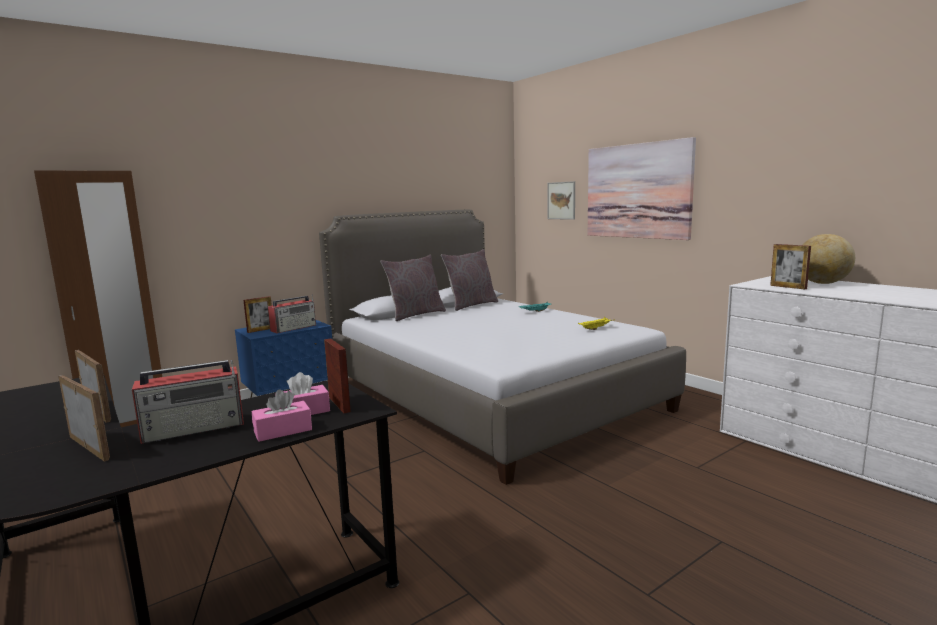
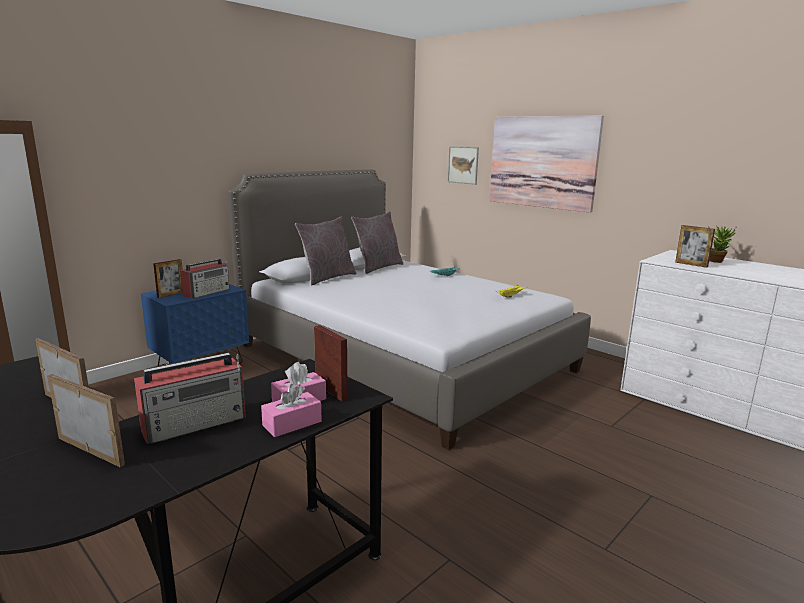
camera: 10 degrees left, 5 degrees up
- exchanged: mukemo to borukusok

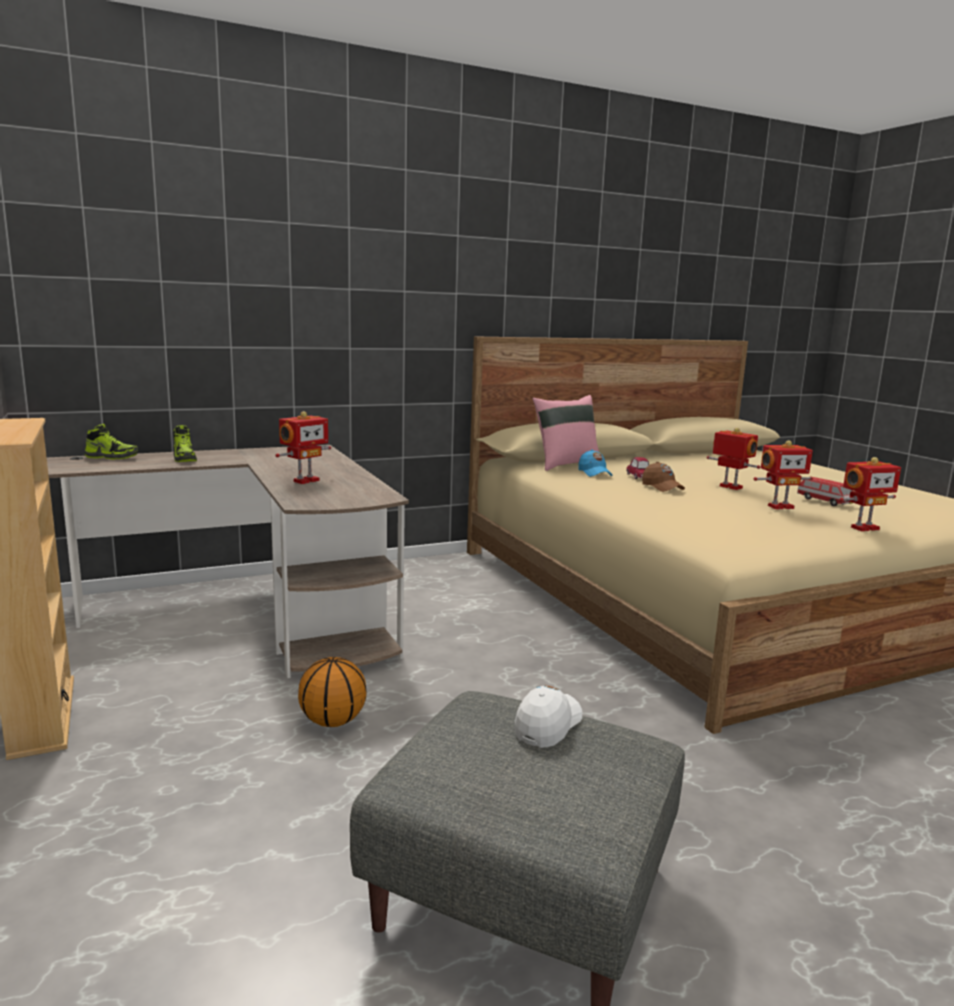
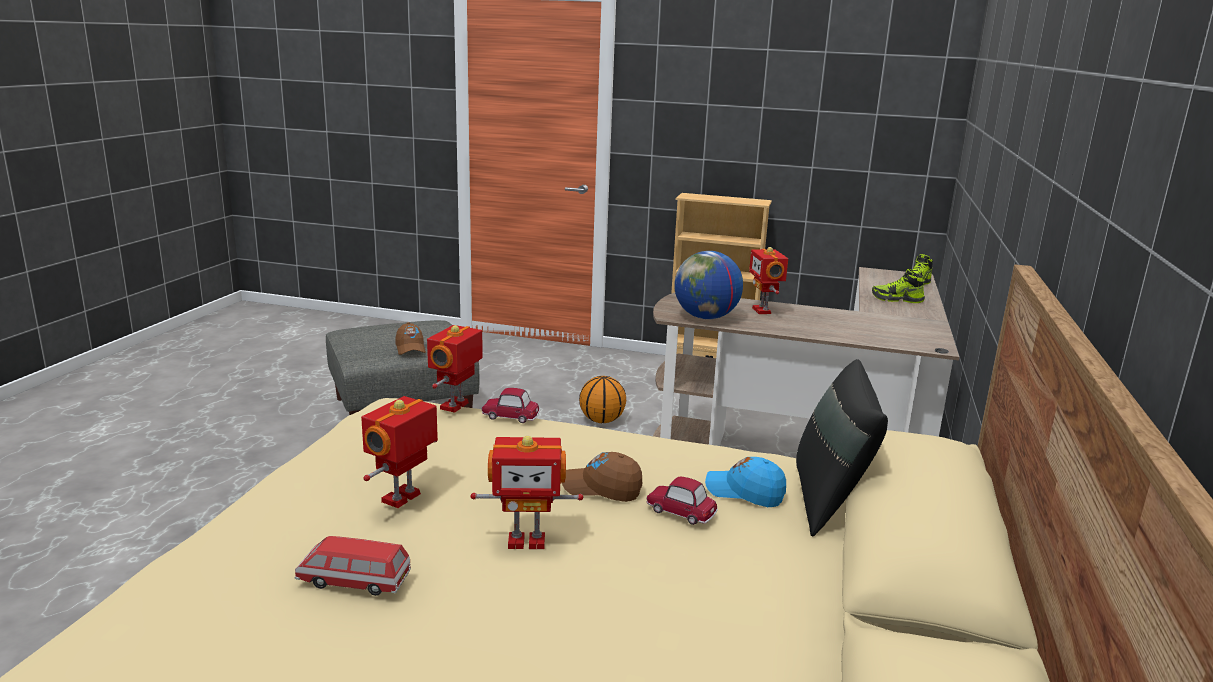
camera: 130 degrees right, 5 degrees up
- appeared: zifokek (no. 2 from left)
- appeared: mukemo
- relocated: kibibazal (no. 4 from left in the first image) to kibibazal (no. 2 from left)
- colour: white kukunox to brown kukunox (no. 1 from left)
- colour: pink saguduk to black saguduk

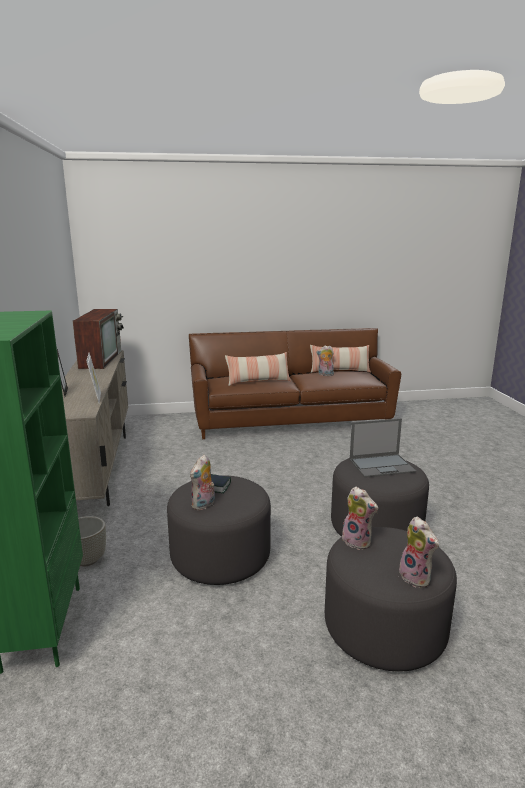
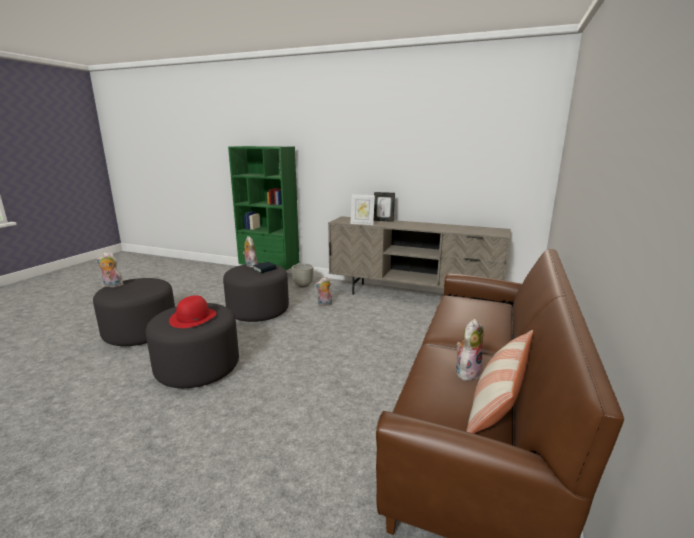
camera: 120 degrees right, 0 degrees up
- missing: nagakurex
- missing: saguduk (no. 1 from left)
- relocated: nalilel (no. 3 from left)
- exchanged: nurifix to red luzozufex

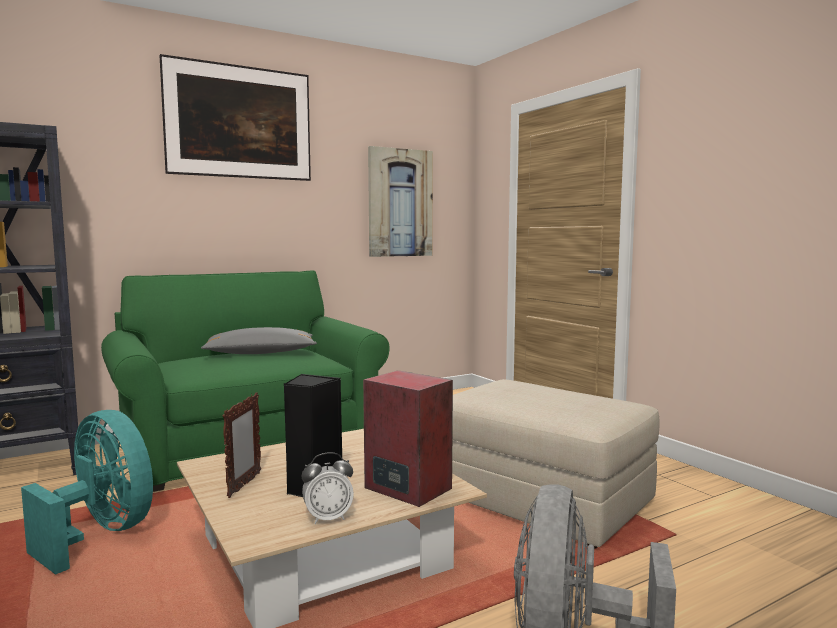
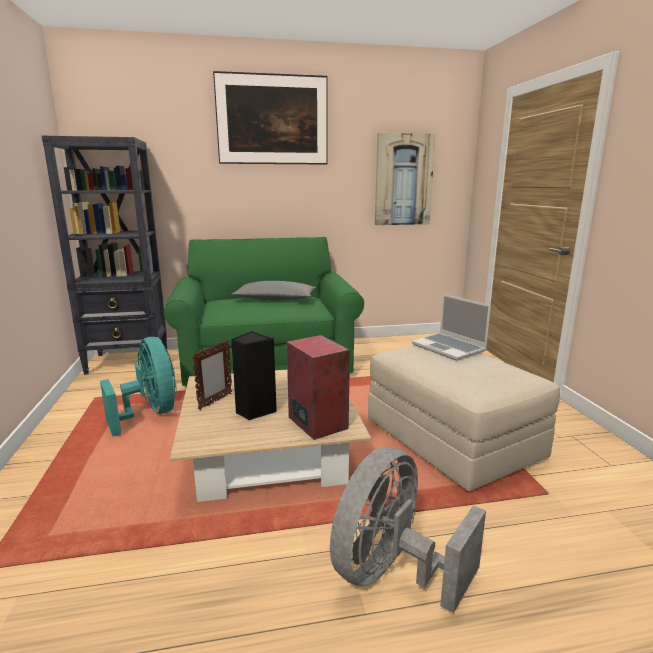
camera: 20 degrees right, 10 degrees up
- missing: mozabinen
- appeared: nurifix

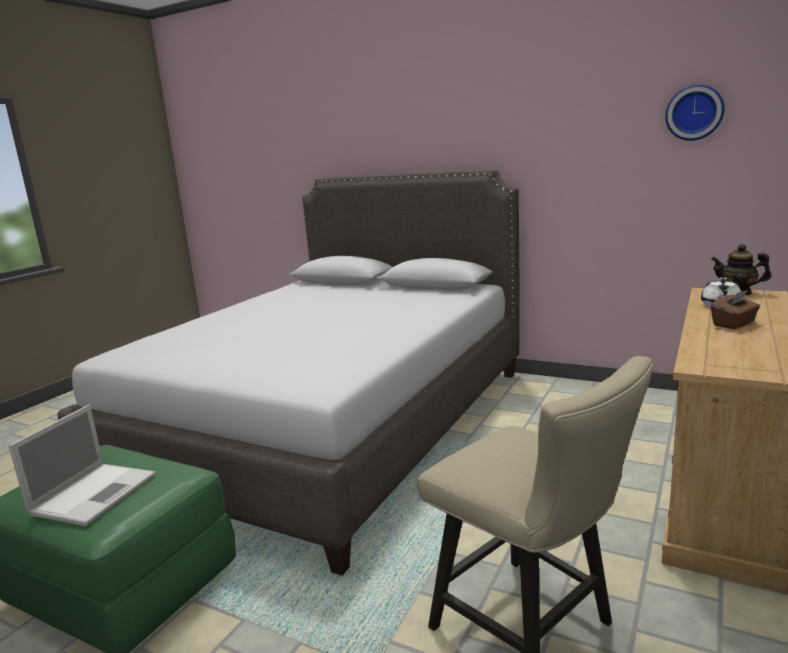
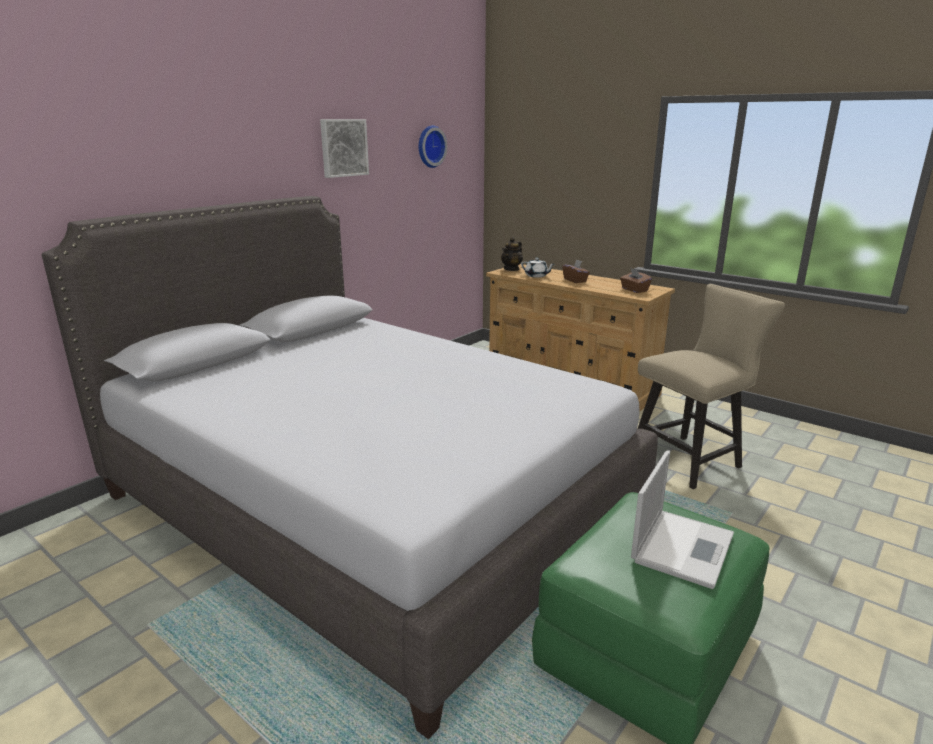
camera: 80 degrees left, 5 degrees up
- appeared: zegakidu
- appeared: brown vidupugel (no. 2 from left)
- spun: nurifix 90 degrees clockwise

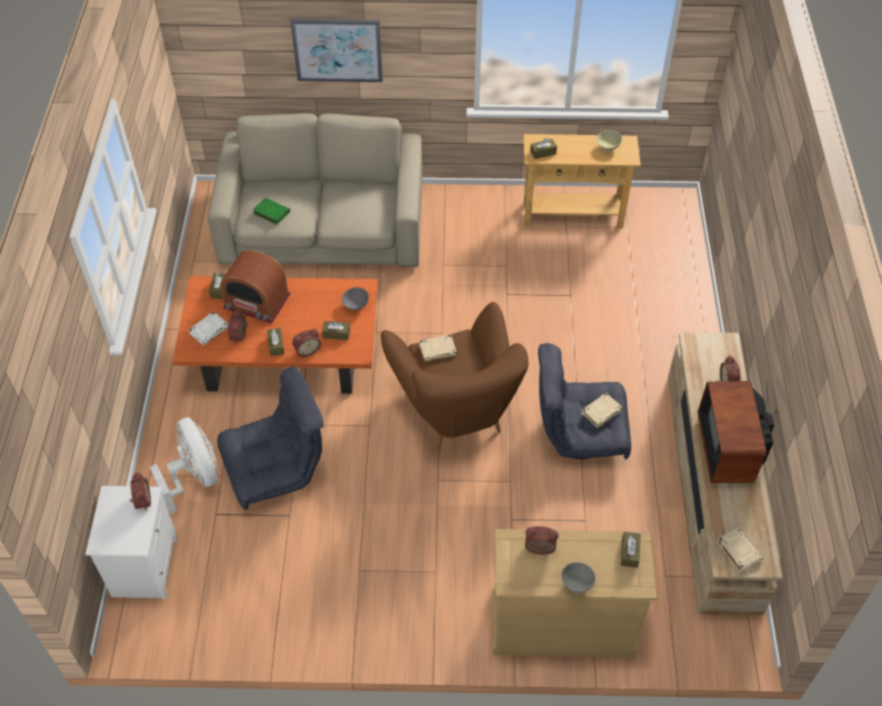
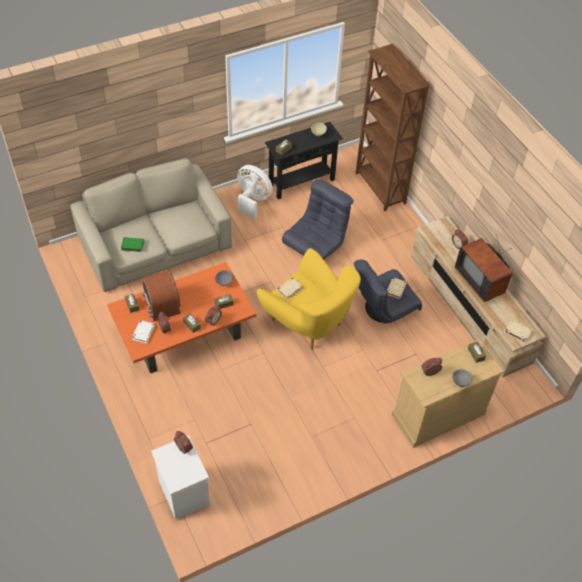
camera: 30 degrees left, 0 degrees up
- missing: zegakidu
- appeared: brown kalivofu
- relocated: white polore
- relocated: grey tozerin (no. 1 from left)
- colour: brown tozerin to yellow tozerin
- colour: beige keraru to black keraru
- spun: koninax 75 degrees clockwise

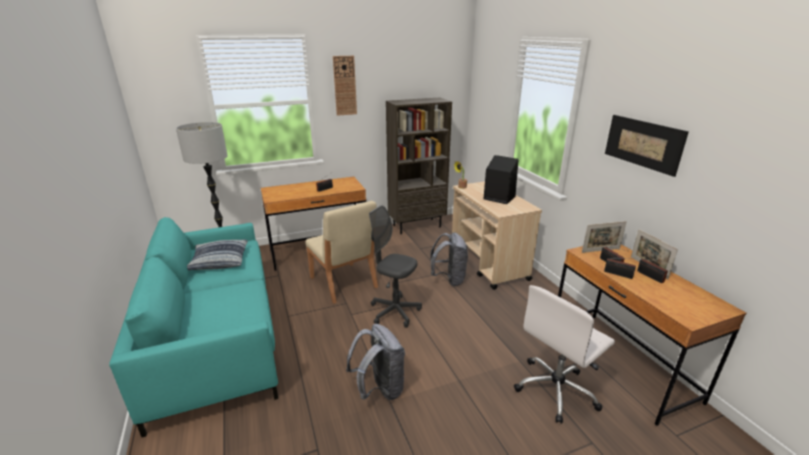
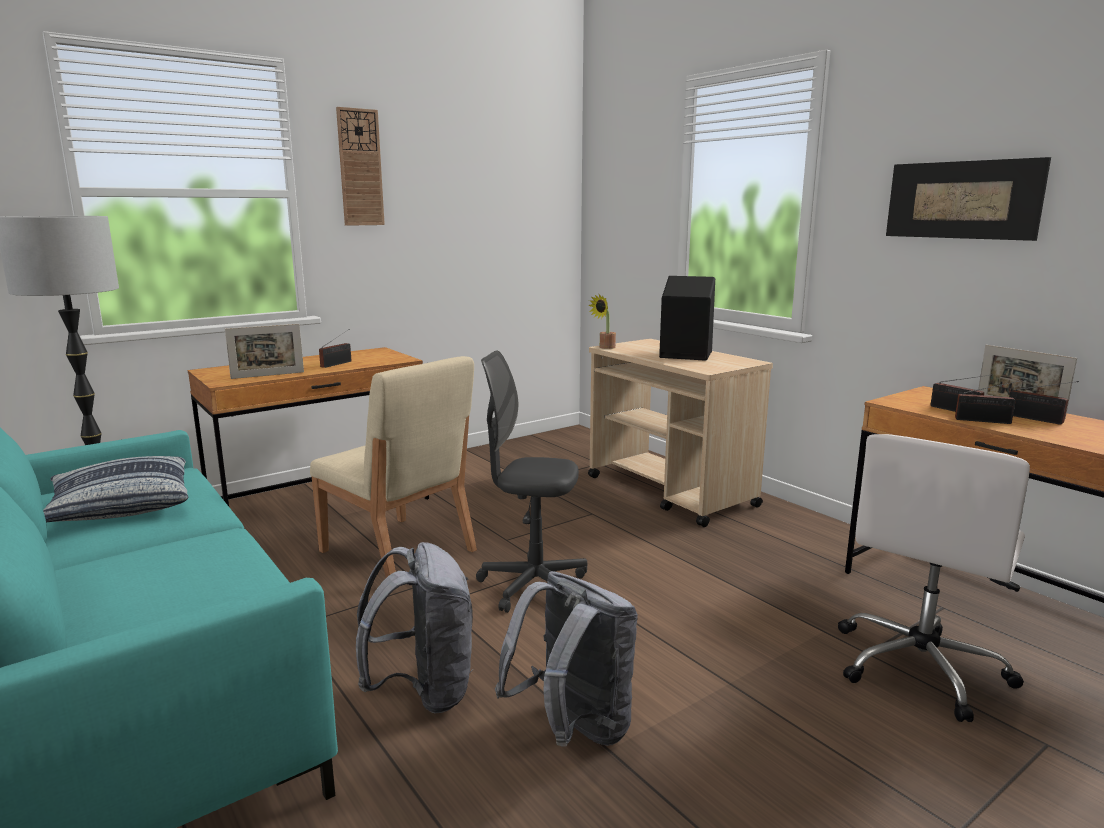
camera: 15 degrees left, 10 degrees down
- missing: brown kalivofu
- relocated: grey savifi (no. 2 from left in the first image) to grey savifi (no. 1 from left)
- relocated: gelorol (no. 1 from left)

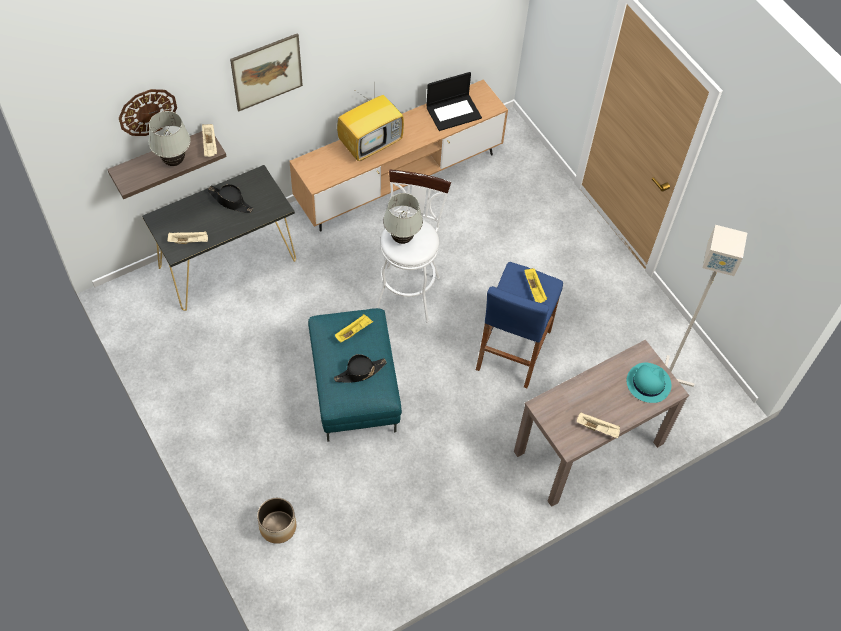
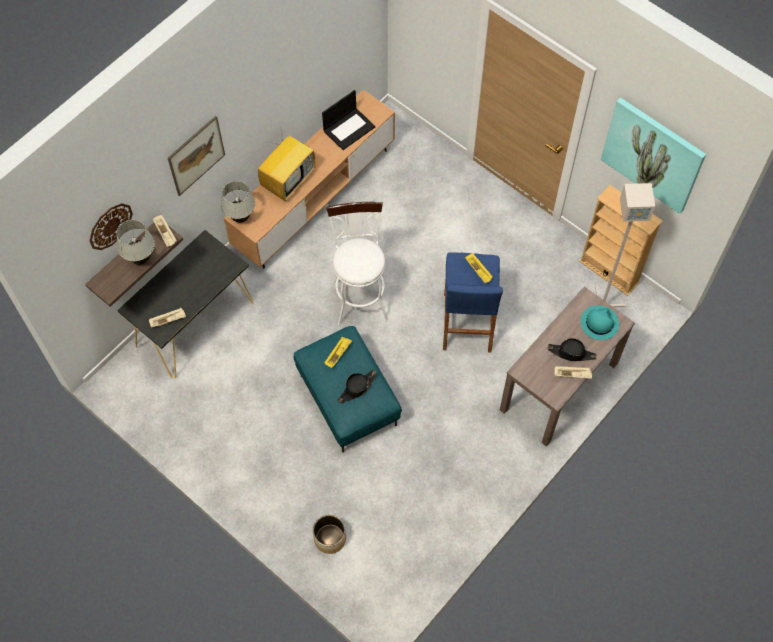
camera: 15 degrees left, 5 degrees up
- appeared: beige kalivofu
- appeared: zegakidu (no. 2 from left)
- relocated: black luzozufex (no. 1 from left in the first image) to black luzozufex (no. 2 from left)
- relocated: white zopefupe (no. 2 from left)

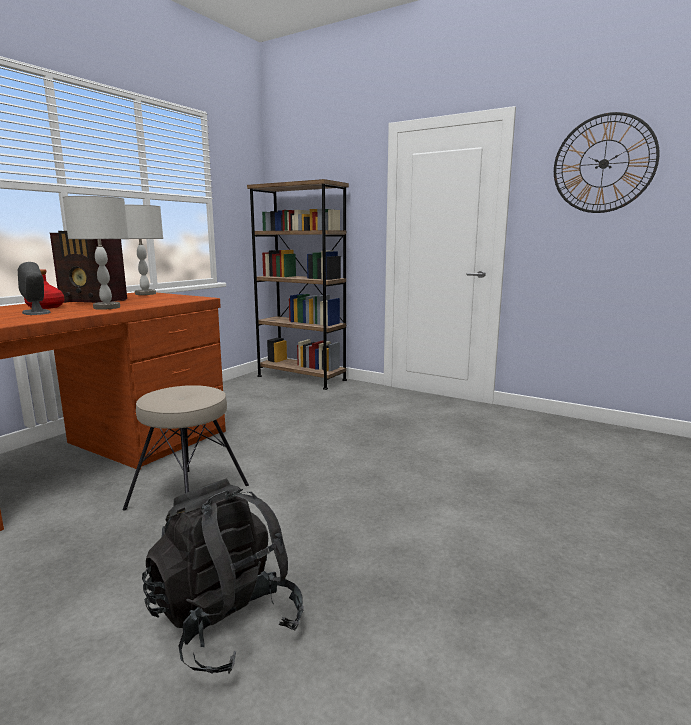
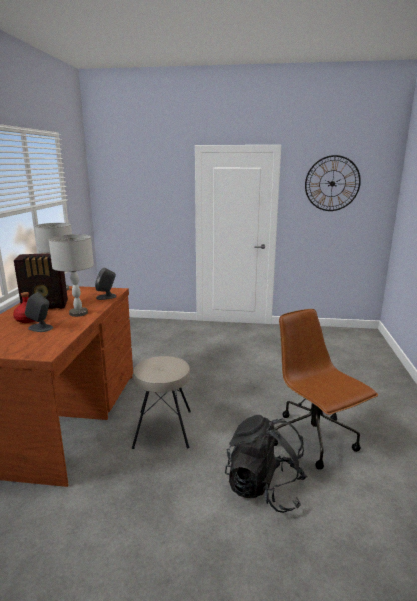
camera: 25 degrees left, 5 degrees up
- missing: brown kalivofu
- appeared: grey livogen (no. 2 from left)
- appeared: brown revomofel

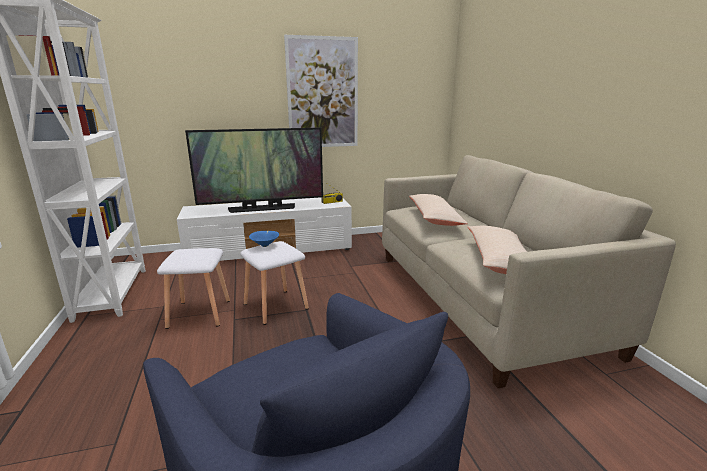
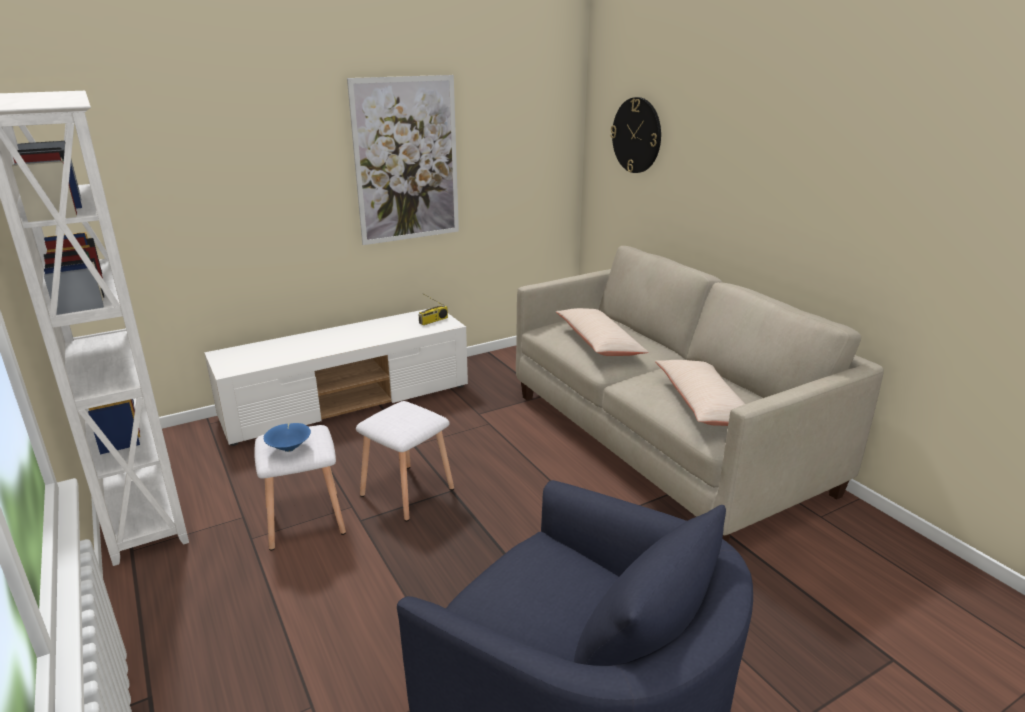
camera: 15 degrees left, 5 degrees up
- missing: nagakurex
- appeared: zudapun
- relocated: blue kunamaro

